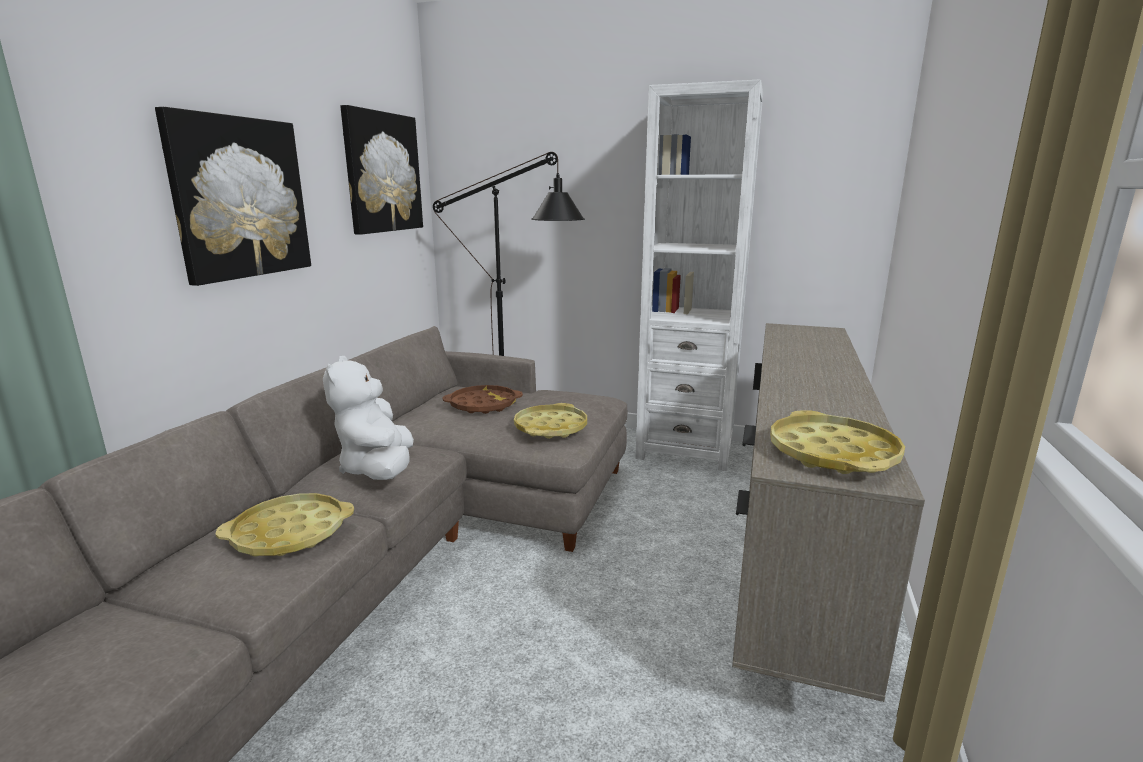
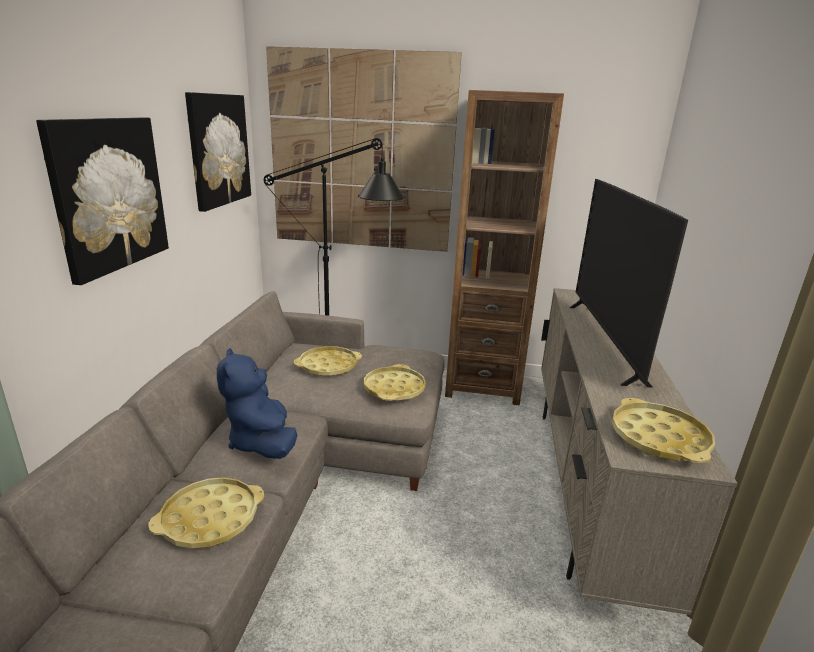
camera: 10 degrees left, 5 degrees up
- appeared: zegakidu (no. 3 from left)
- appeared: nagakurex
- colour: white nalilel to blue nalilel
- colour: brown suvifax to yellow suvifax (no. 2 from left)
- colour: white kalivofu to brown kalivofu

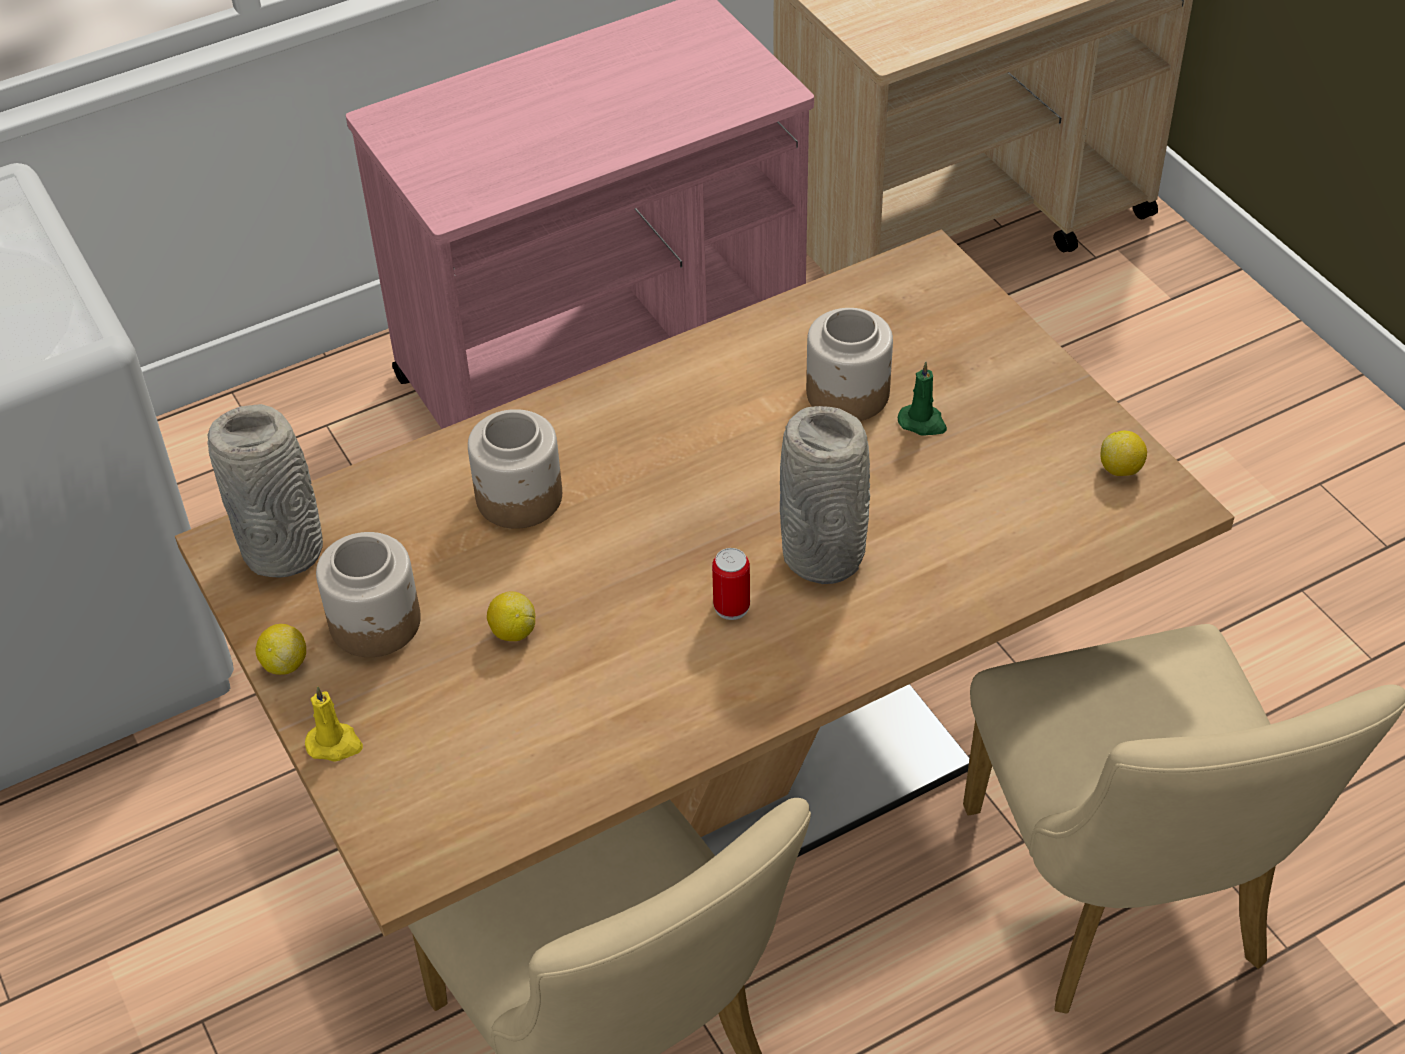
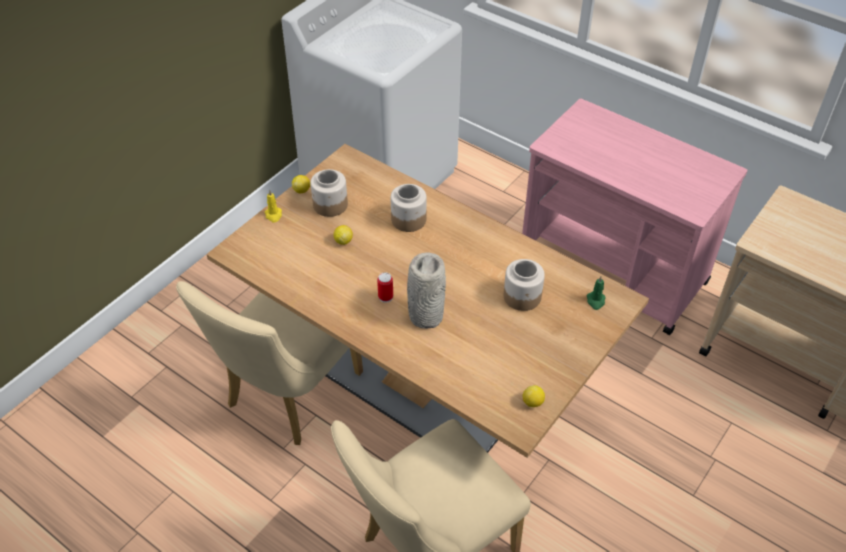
camera: 65 degrees right, 0 degrees up
- missing: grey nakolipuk (no. 1 from left)
- relocated: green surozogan

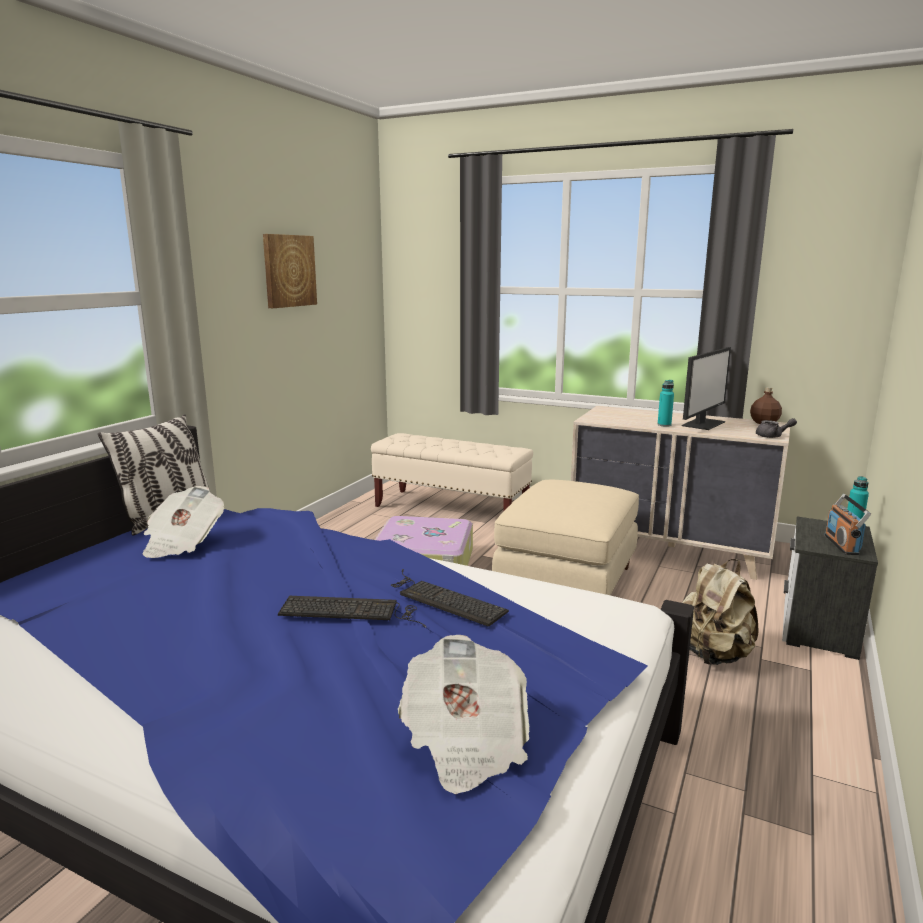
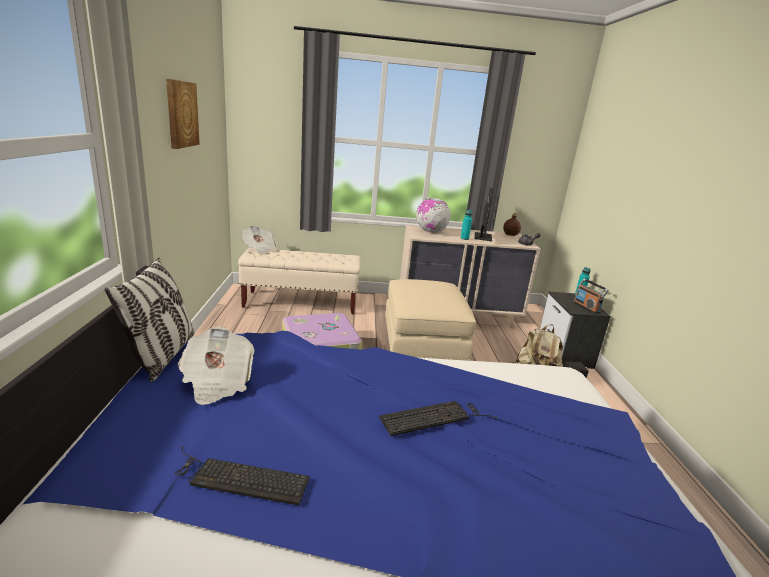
camera: 30 degrees left, 5 degrees up
- appeared: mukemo
- relocated: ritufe (no. 2 from left in the first image) to ritufe (no. 1 from left)
- relocated: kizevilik (no. 2 from left)

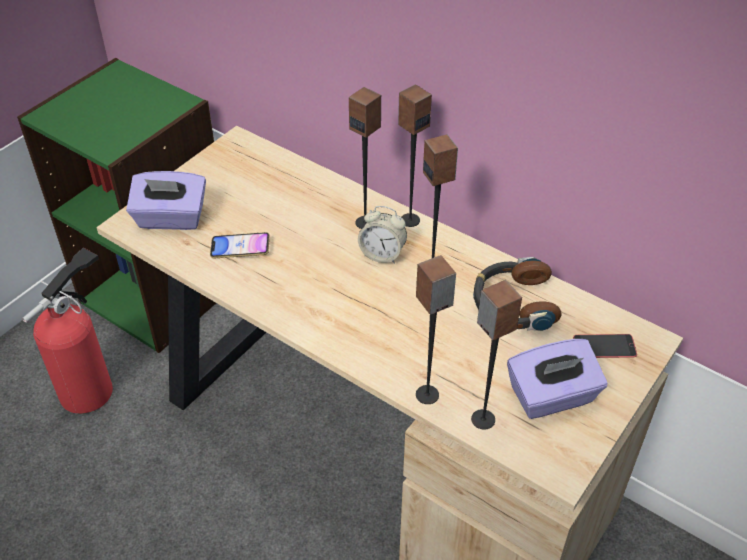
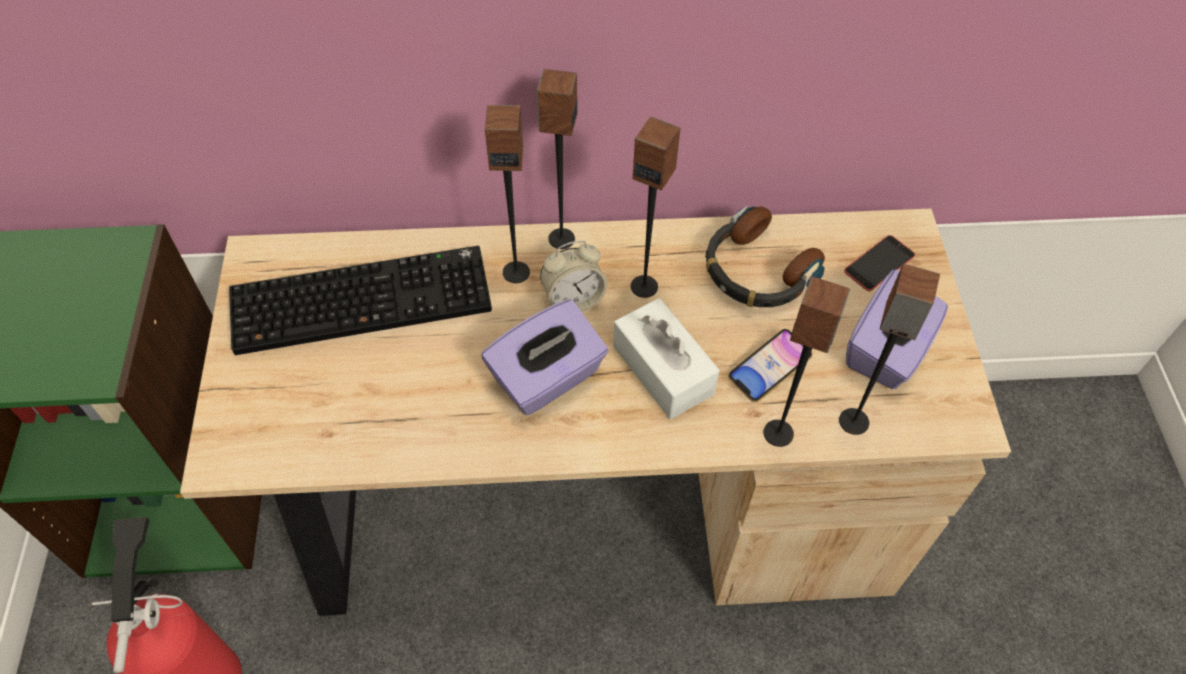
camera: 40 degrees left, 10 degrees up
- appeared: ritufe
- appeared: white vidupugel
- relocated: purple vidupugel (no. 1 from left)
- relocated: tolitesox (no. 1 from left)

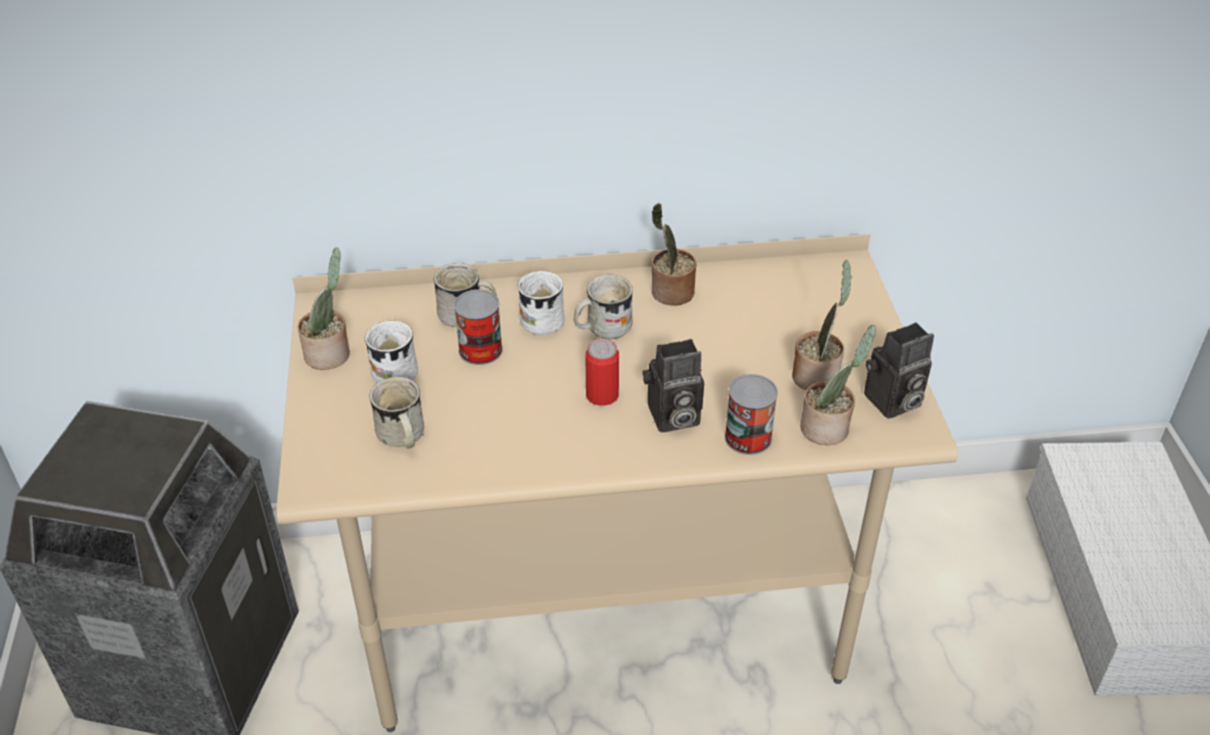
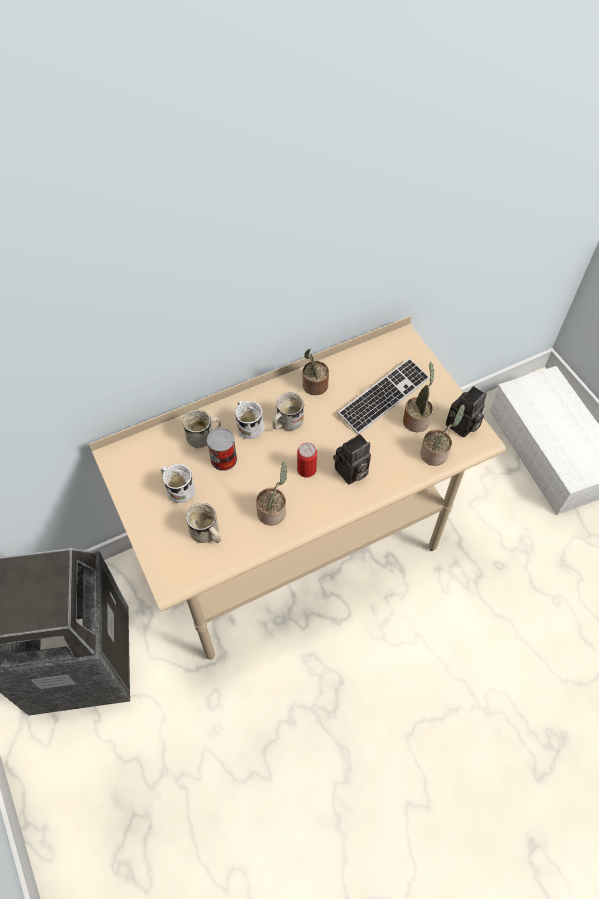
camera: 20 degrees left, 15 degrees up
- missing: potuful (no. 3 from left)
- appeared: ritufe
- relocated: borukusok (no. 1 from left)

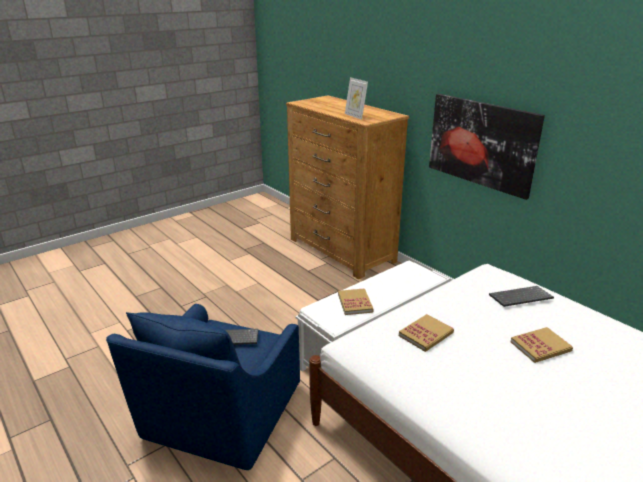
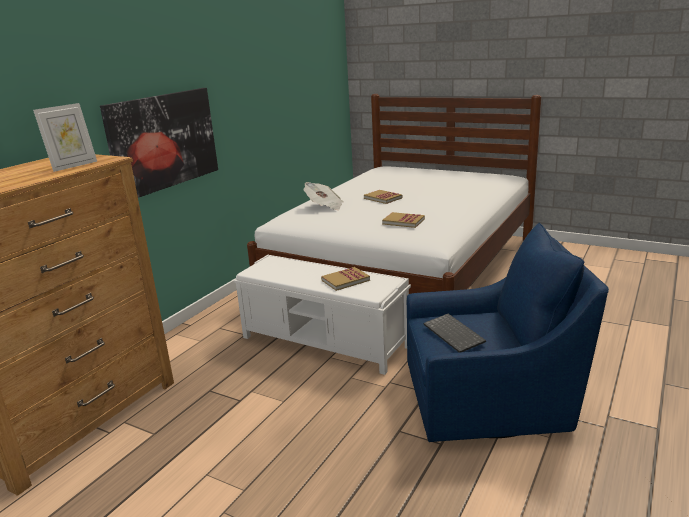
camera: 110 degrees left, 5 degrees down
- exchanged: ritufe (no. 2 from left) to kizevilik

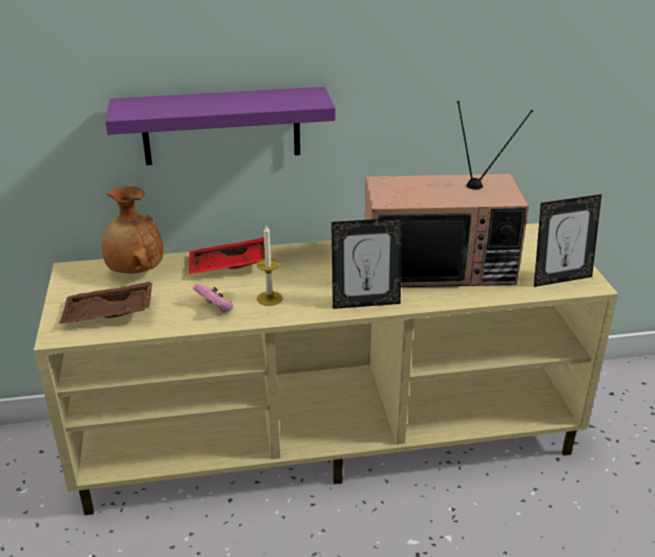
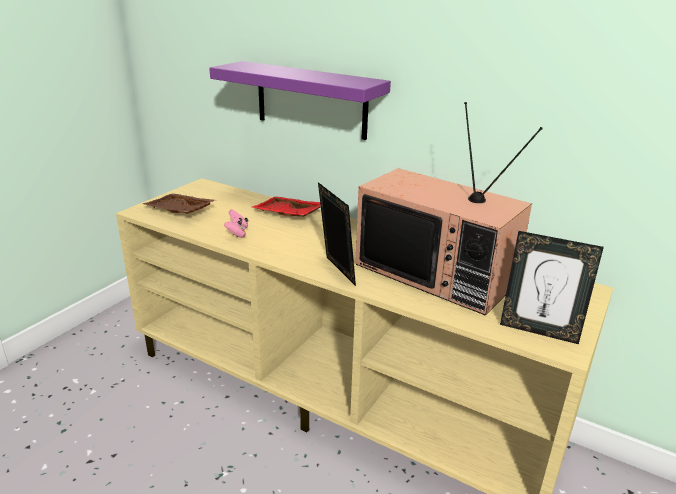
camera: 40 degrees right, 5 degrees down
- missing: brown nakolipuk
- missing: surozogan
- spun: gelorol (no. 1 from left) 150 degrees counterclockwise

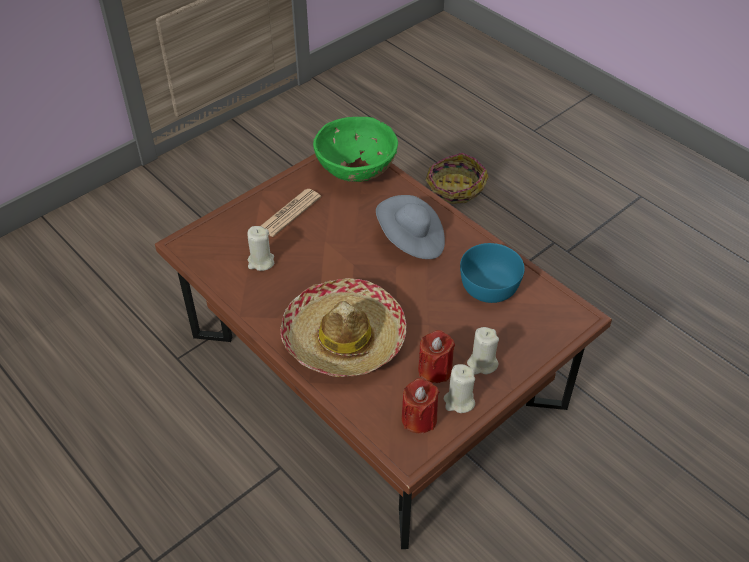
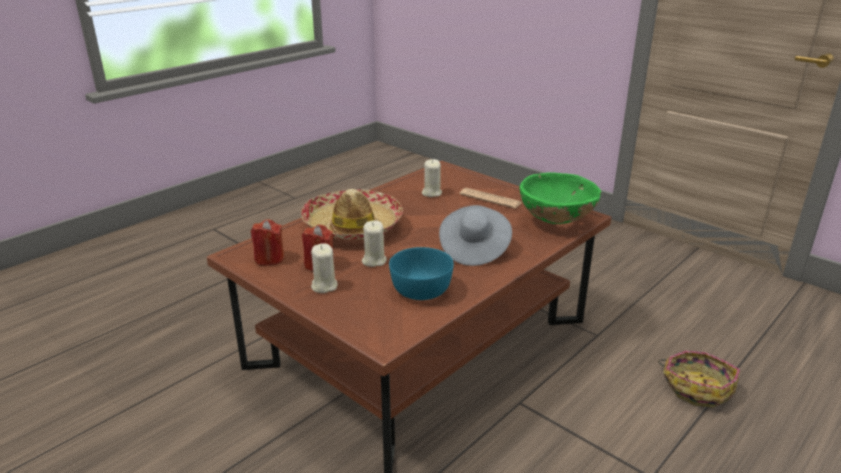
camera: 85 degrees right, 20 degrees down
- relocated: beige surozogan (no. 2 from left)

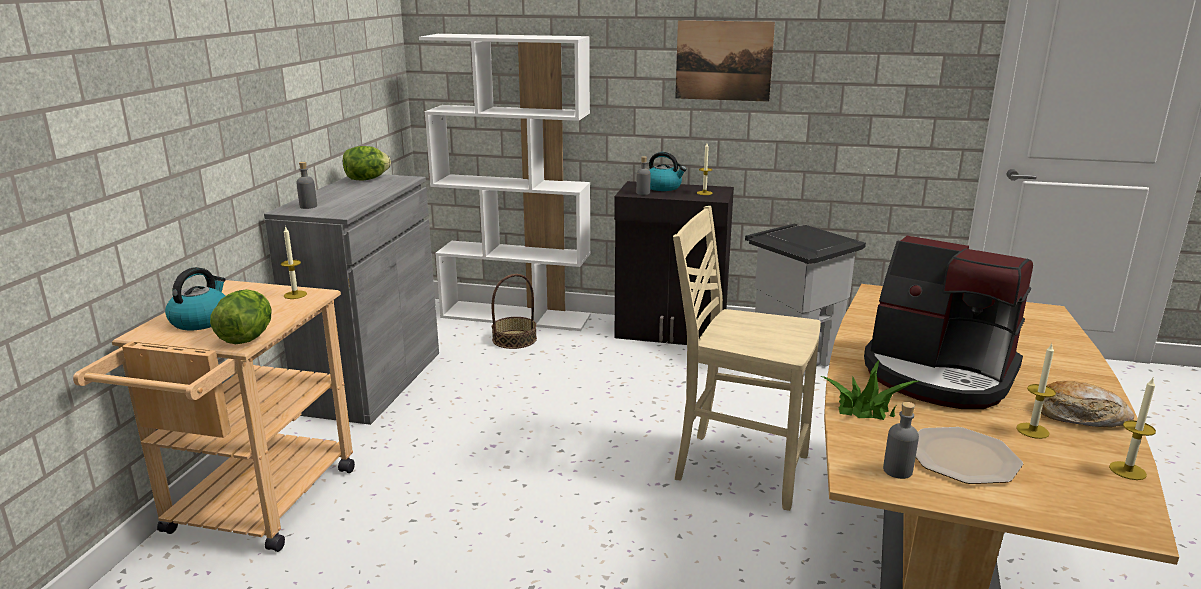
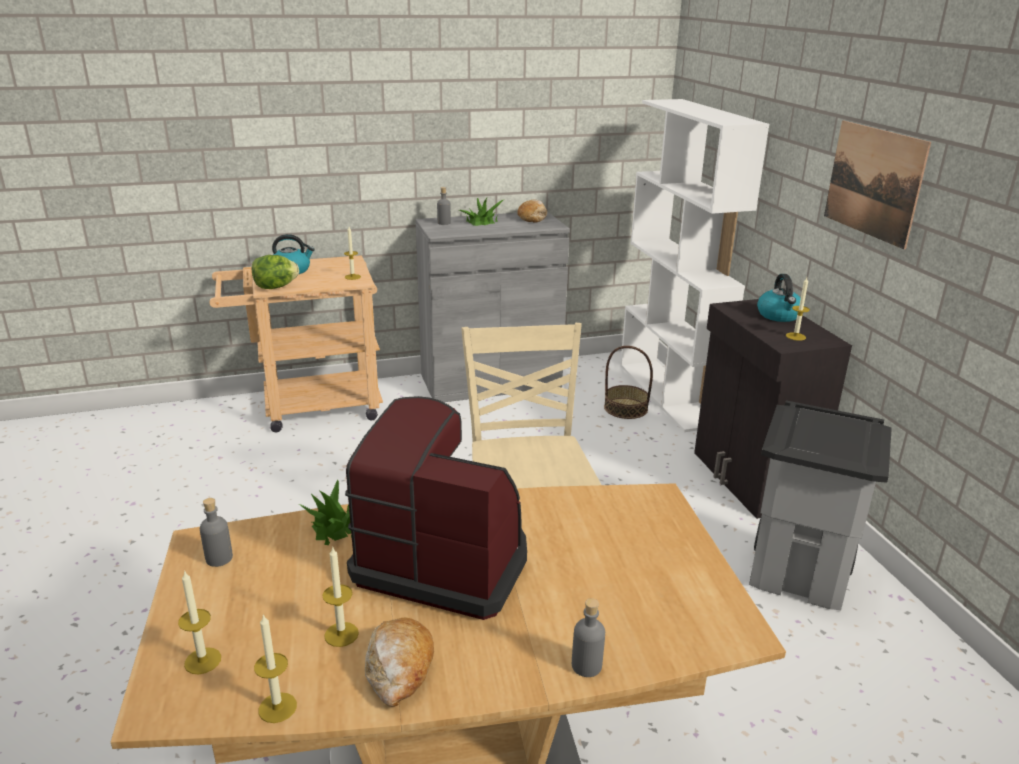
camera: 60 degrees right, 5 degrees up
- missing: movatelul
- appeared: surozogan (no. 1 from left)
- appeared: borukusok (no. 2 from left)
- relocated: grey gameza (no. 2 from left in the first image) to grey gameza (no. 3 from left)
- exchanged: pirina (no. 2 from left) to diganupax (no. 2 from left)
- spun: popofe 105 degrees clockwise

